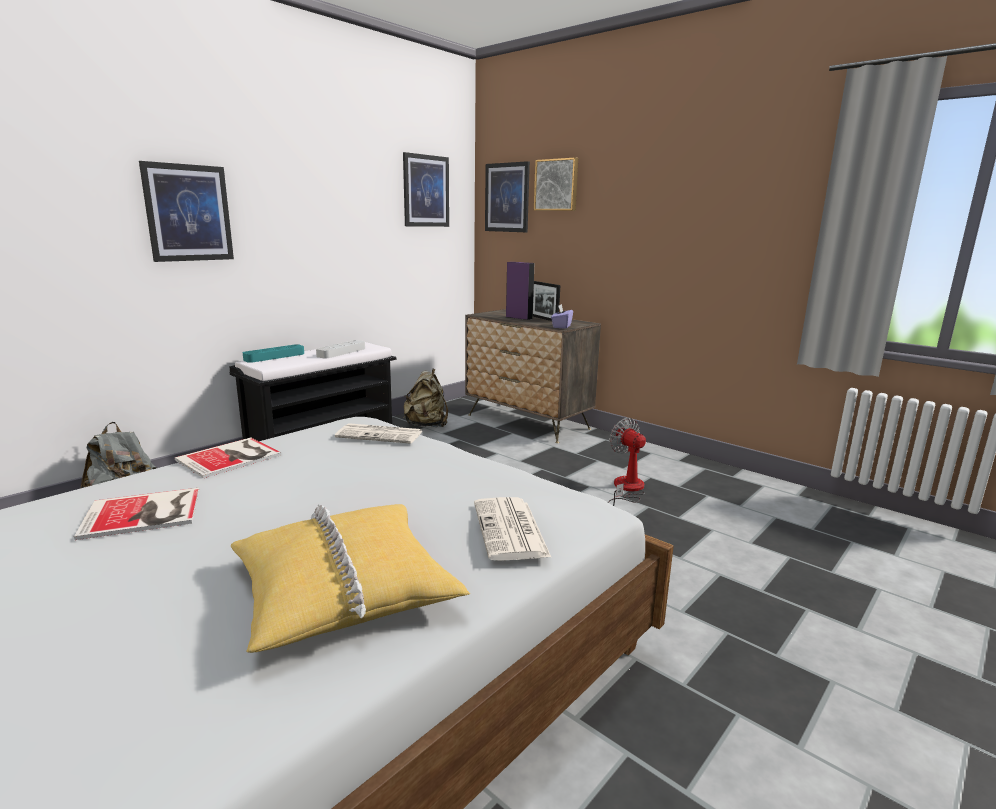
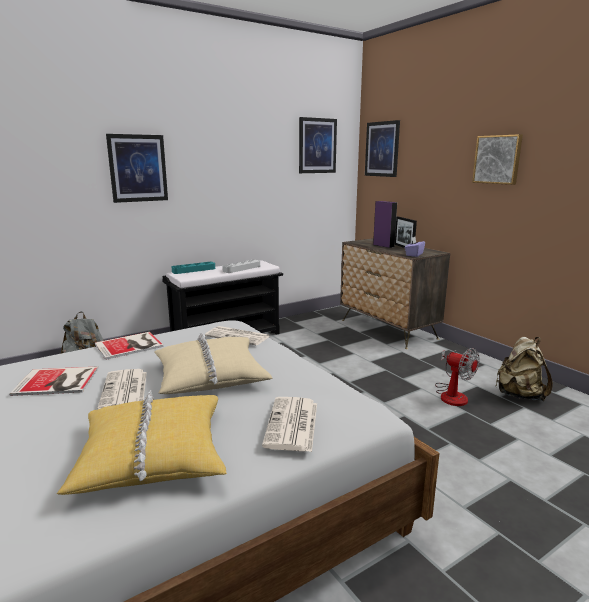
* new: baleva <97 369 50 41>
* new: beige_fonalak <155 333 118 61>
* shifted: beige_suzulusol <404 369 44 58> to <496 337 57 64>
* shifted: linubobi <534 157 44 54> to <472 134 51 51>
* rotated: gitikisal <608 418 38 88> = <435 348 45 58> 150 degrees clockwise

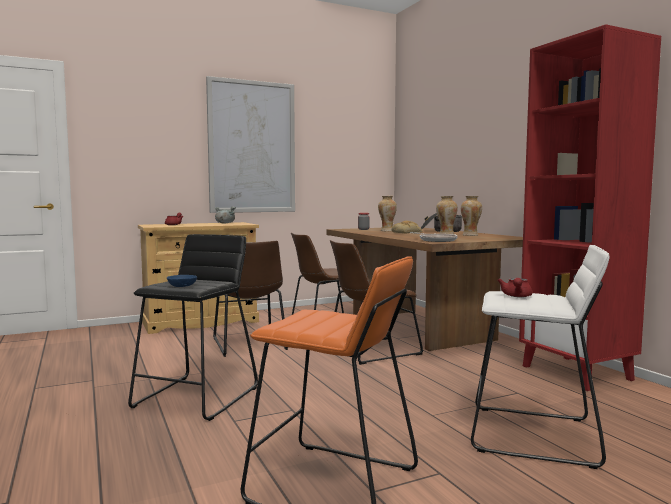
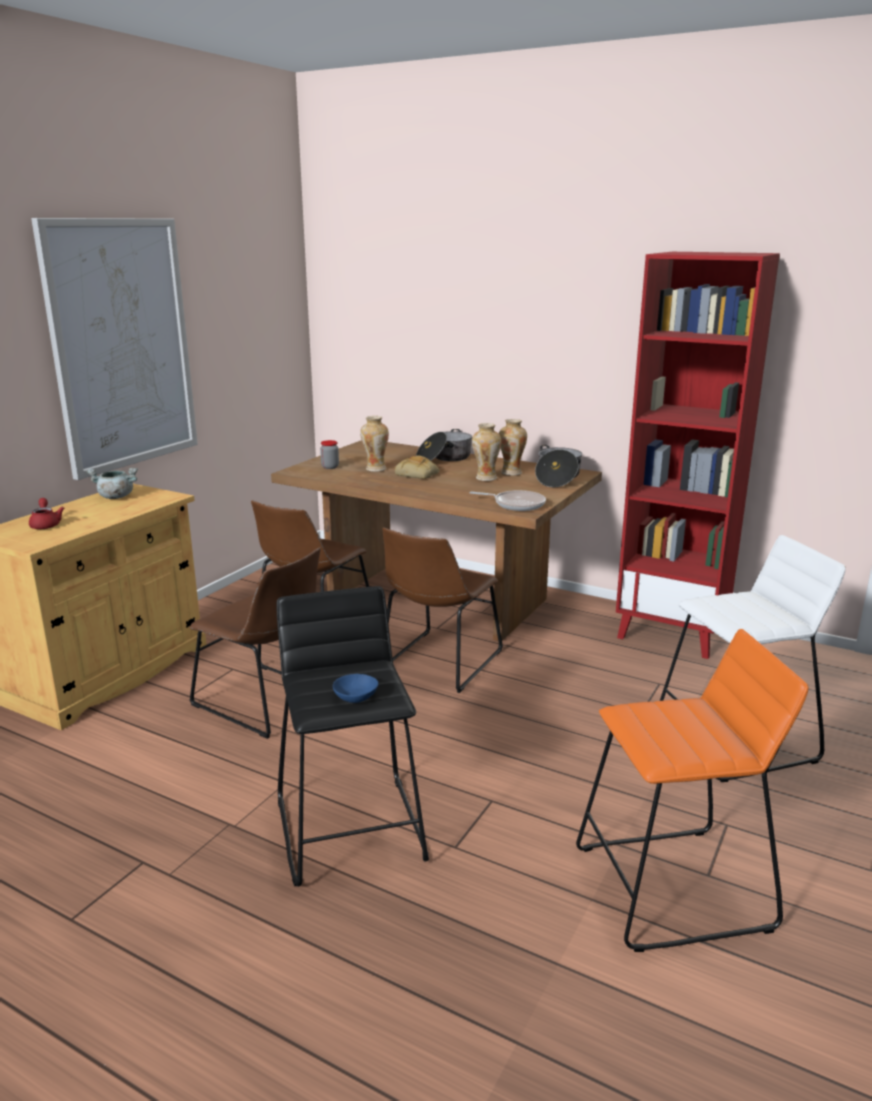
* gone: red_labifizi <497 278 35 19>
* new: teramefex <535 445 47 42>

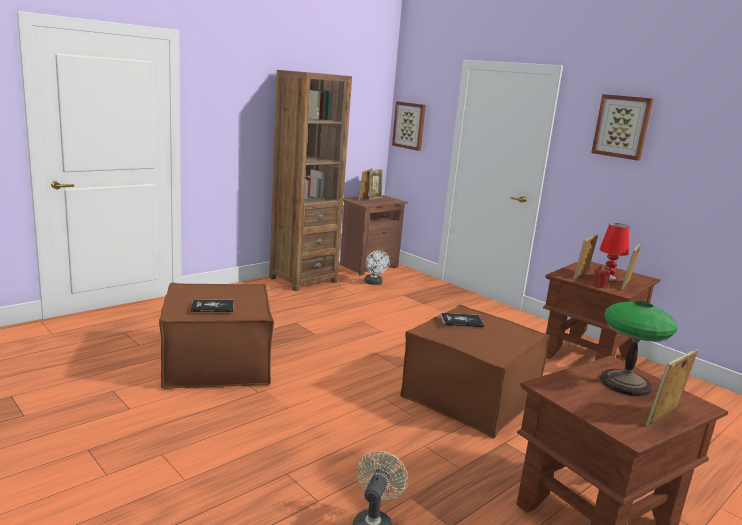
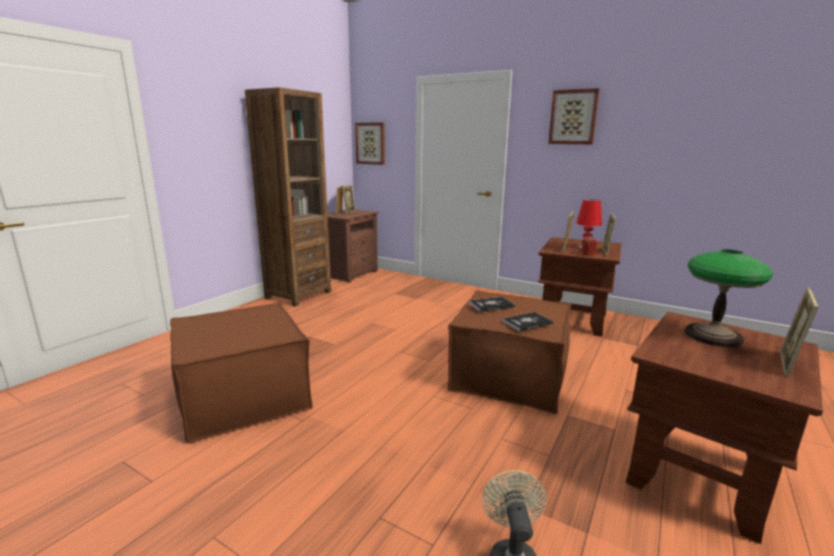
* gone: white_gitikisal <364 250 26 35>
* shifted: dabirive <191 299 43 13> to <502 312 51 19>

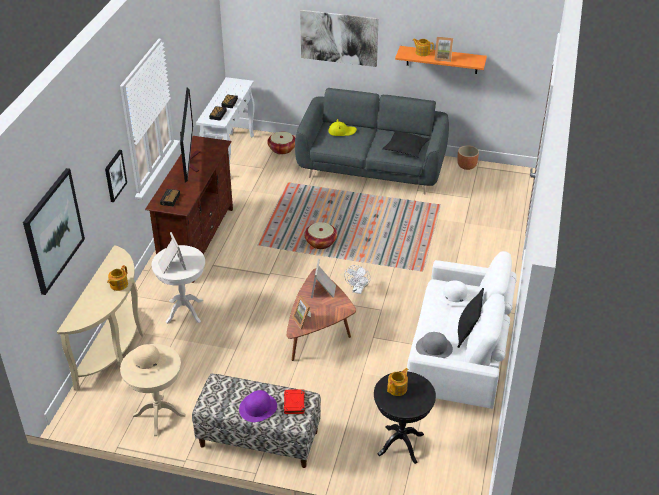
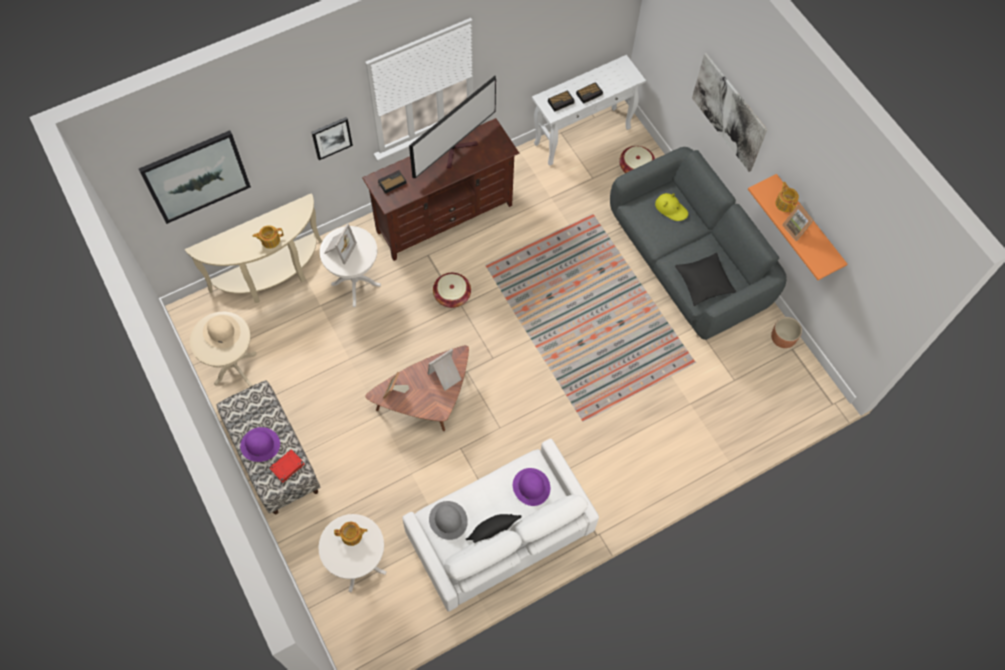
* gone: white_gitikisal <344 265 27 29>
* shifted: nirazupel <304 222 33 27> to <433 273 38 35>
* repainted: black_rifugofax <374 371 62 93> to white_rifugofax <319 514 67 79>
* repainted: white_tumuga <438 280 34 26> to purple_tumuga <513 468 37 38>

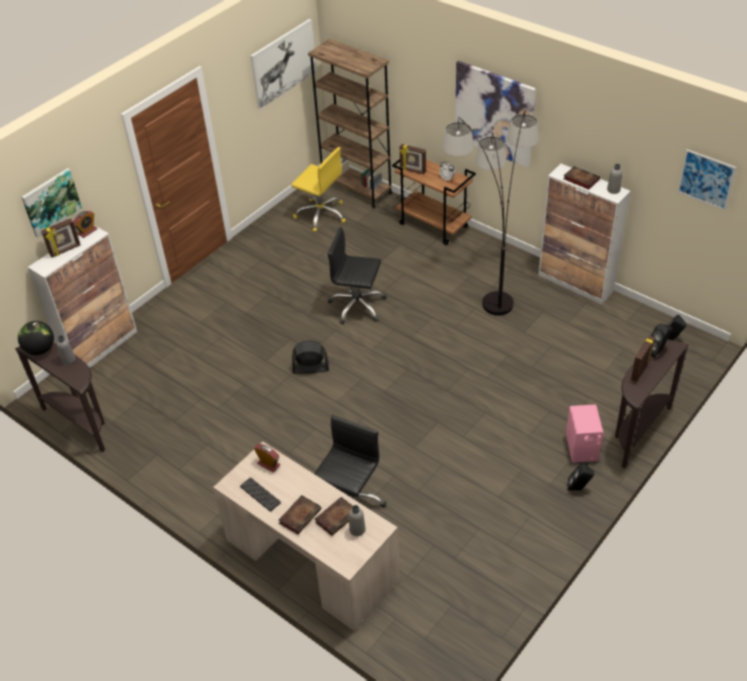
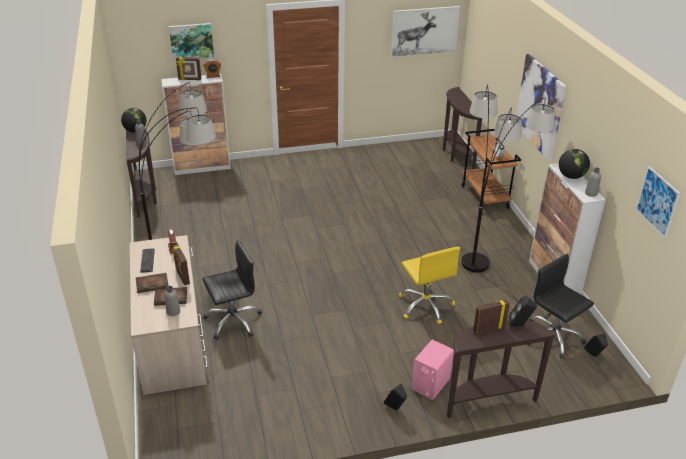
* gone: black_gitikisal <292 340 37 34>
* new: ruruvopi <139 82 77 158>
* shifted: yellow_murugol <291 147 55 85> to <399 247 61 77>
* shifted: black_murugol <327 227 59 97> to <528 254 66 105>
* shifted: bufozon <399 144 27 30> to <172 244 18 41>
* swapped: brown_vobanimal <308 39 84 169> to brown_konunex <443 87 39 82>
* swapped: dabirive <564 166 36 24> to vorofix <559 149 31 30>

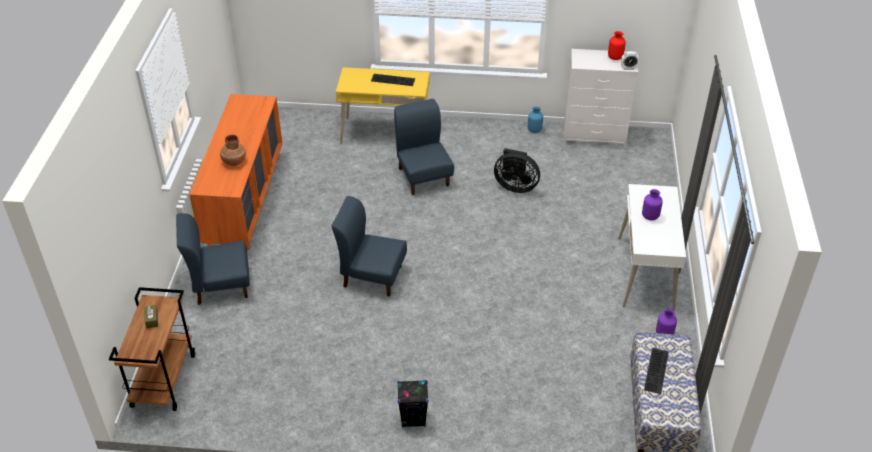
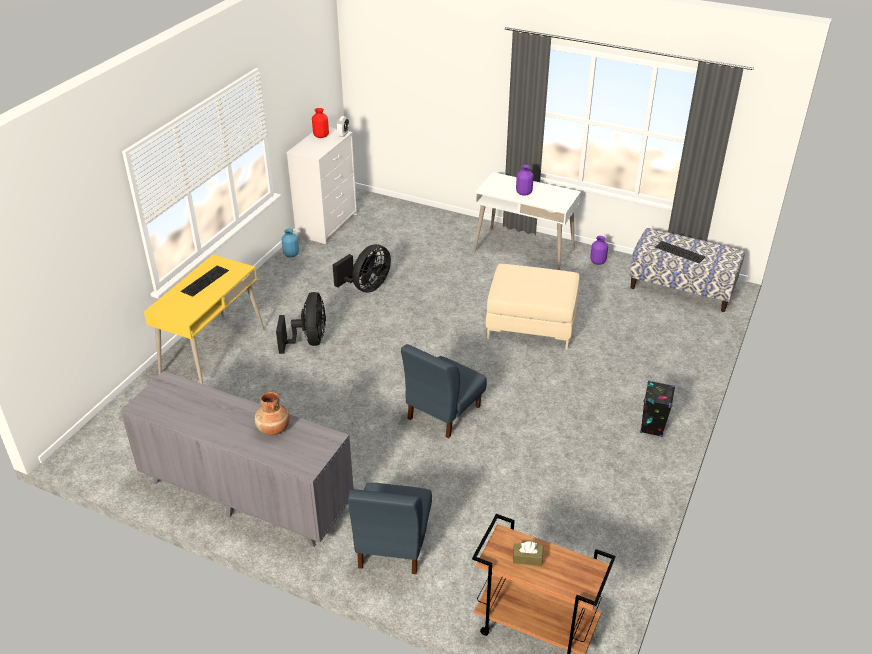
* new: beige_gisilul <486 264 94 86>
* swapped: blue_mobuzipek <394 99 60 96> to black_gitikisal <276 292 50 62>
* repainted: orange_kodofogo <189 94 94 156> to grey_kodofogo <120 371 233 176>

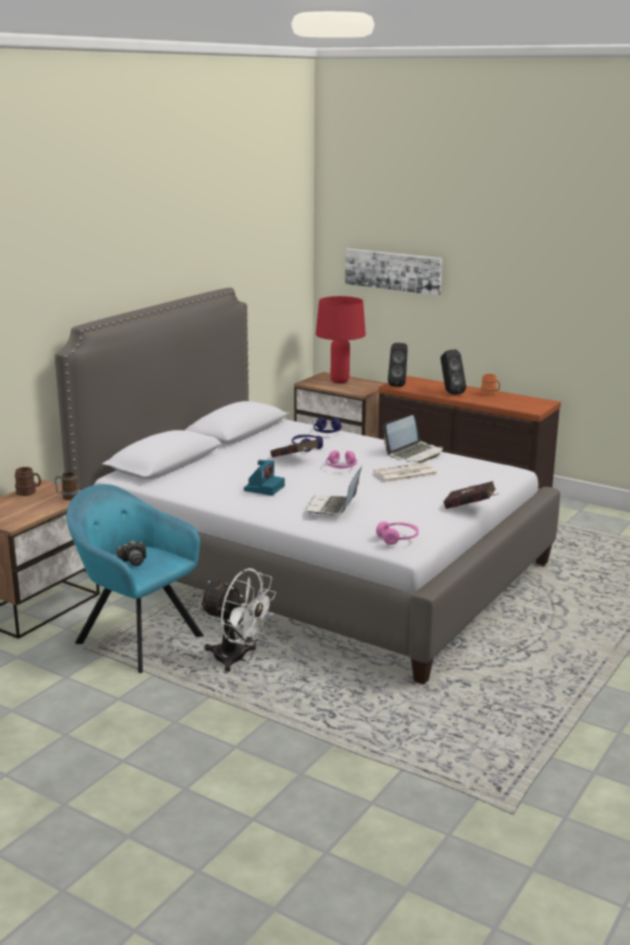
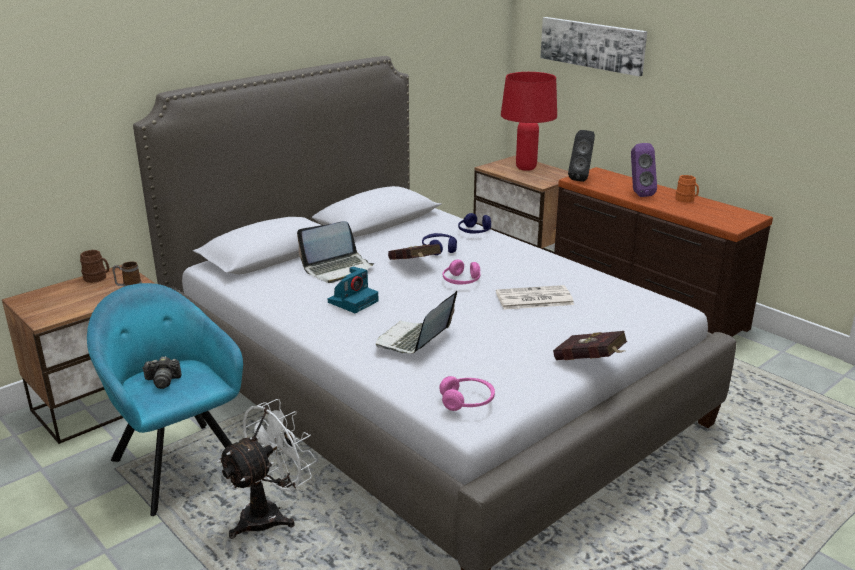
* shifted: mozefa <383 415 60 48> to <297 221 77 62>
* repainted: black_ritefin <441 350 25 45> to purple_ritefin <631 143 26 54>
* rotated: white_gitikisal <199 568 77 104> = <217 399 100 140> 90 degrees counterclockwise

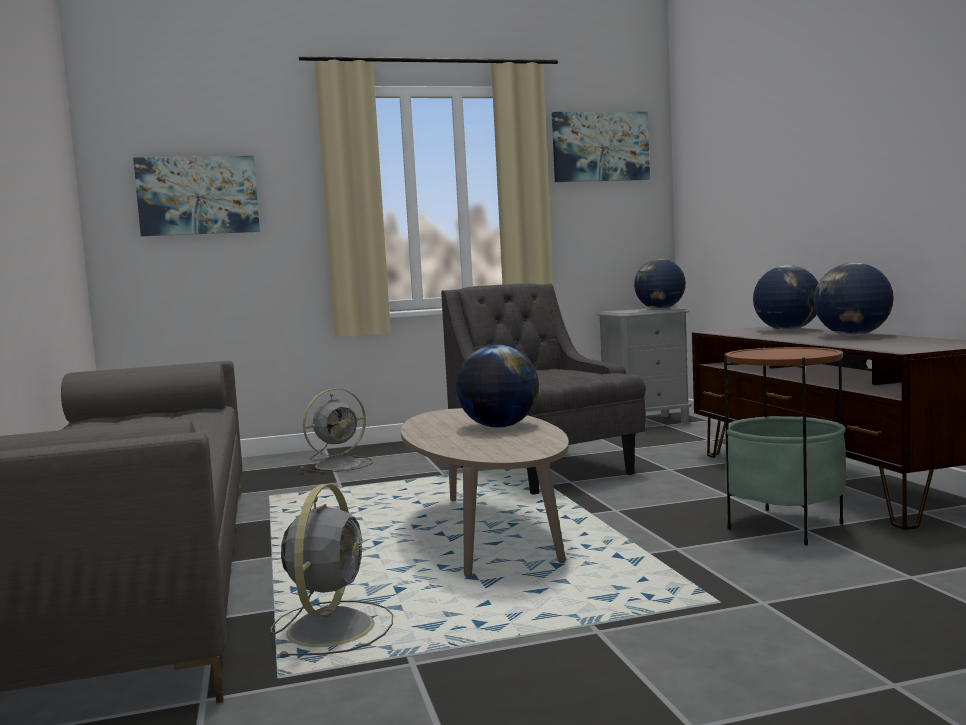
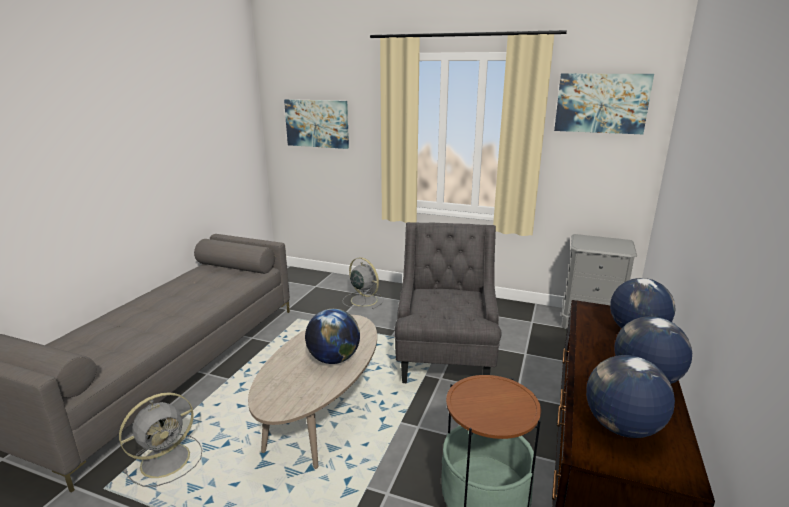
* shifted: vorofix <634 259 52 50> to <586 355 89 83>
* rotated: grey_gitikisal <300 389 73 83> = <343 257 41 52> 135 degrees counterclockwise

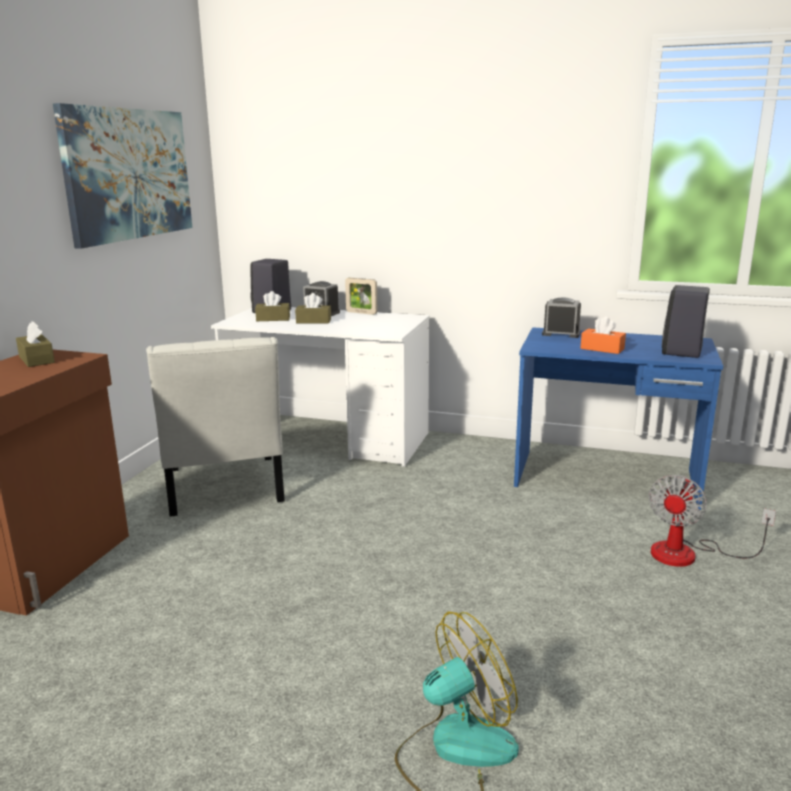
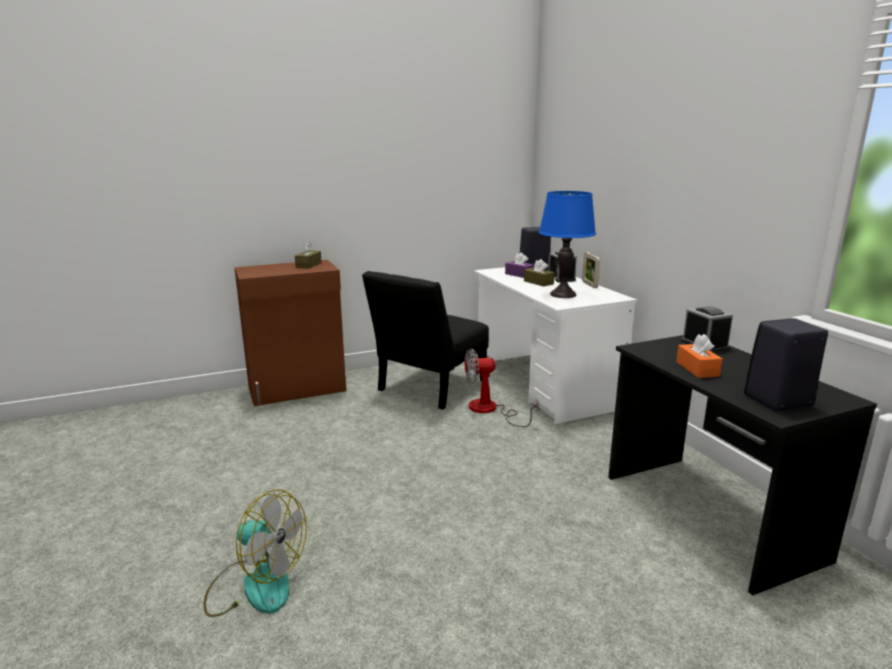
* gone: linubobi <53 103 139 146>
* new: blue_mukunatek <539 191 57 107>
* shifted: gitikisal <648 475 128 92> to <465 349 74 78>
* repainted: white_mobuzipek <146 337 139 180> to black_mobuzipek <362 271 127 139>
* repainted: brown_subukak <255 291 35 30> to purple_subukak <505 253 29 25>
* repainted: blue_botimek <514 327 209 183> to black_botimek <608 335 269 260>

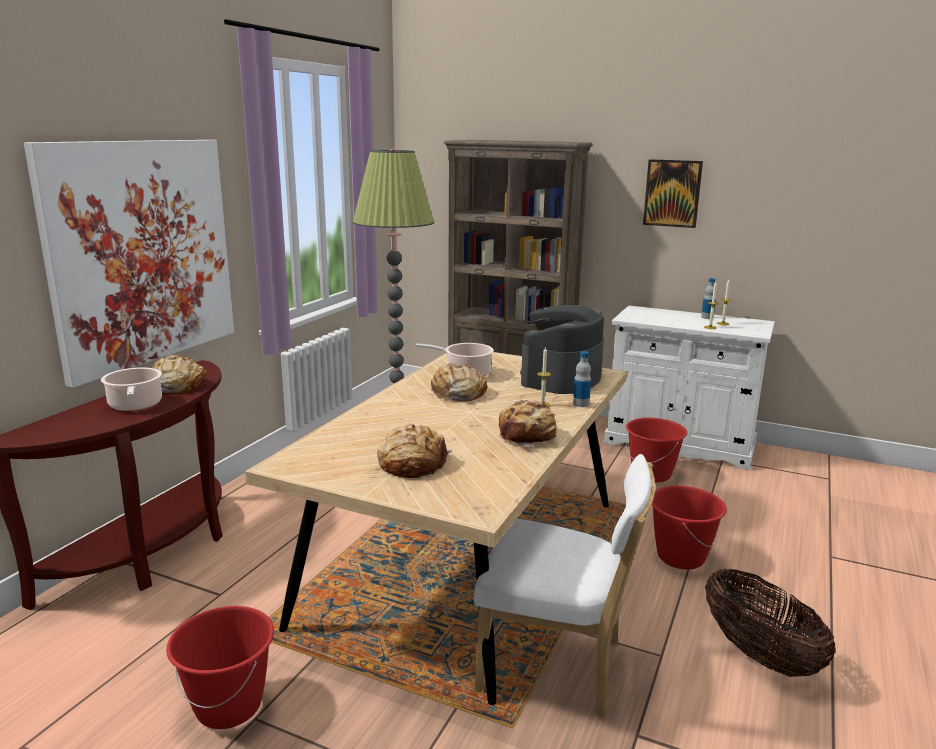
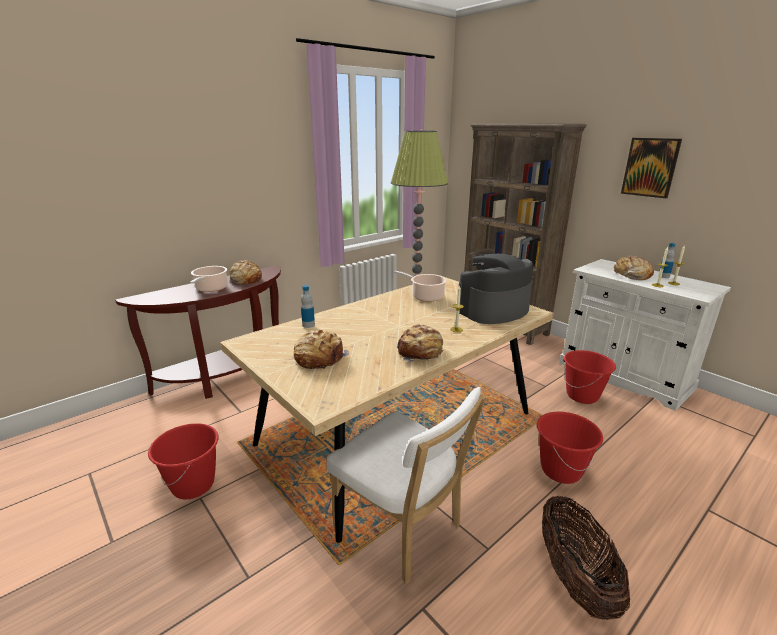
* gone: linubobi <24 140 210 248>
* shifted: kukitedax <431 363 56 39> to <614 255 40 25>
* shifted: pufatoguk <573 351 18 56> to <301 285 14 43>

